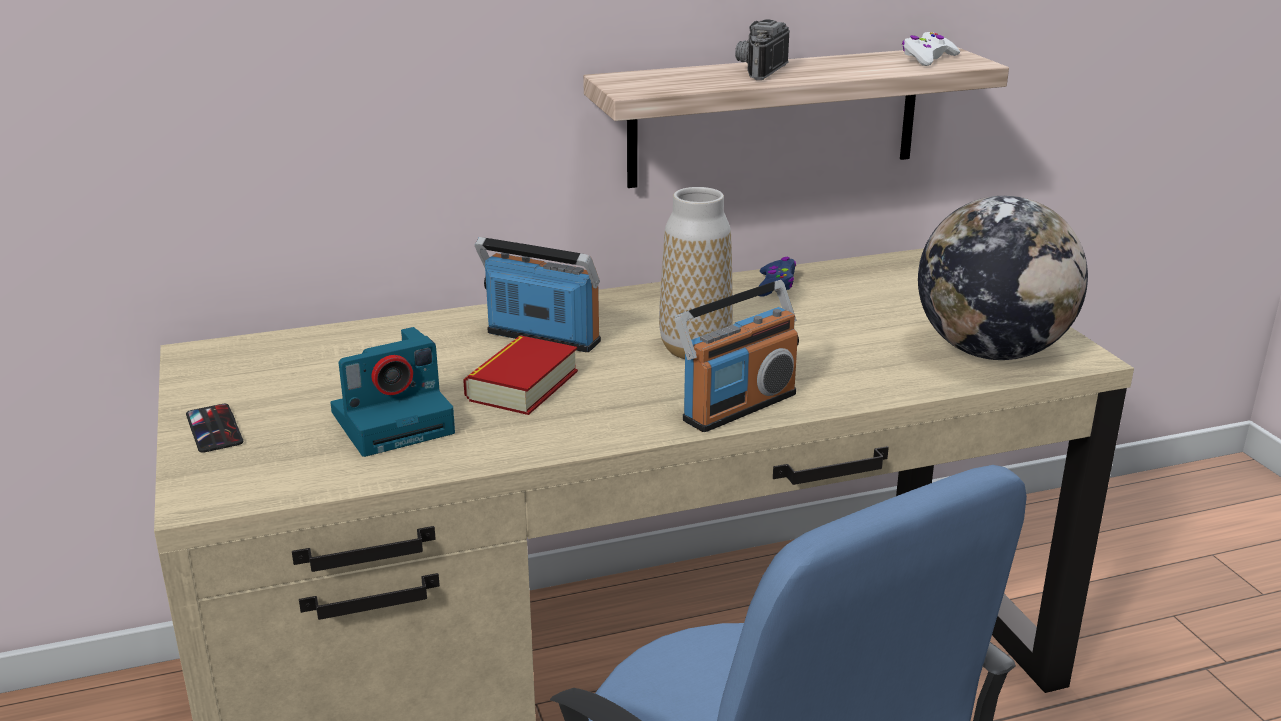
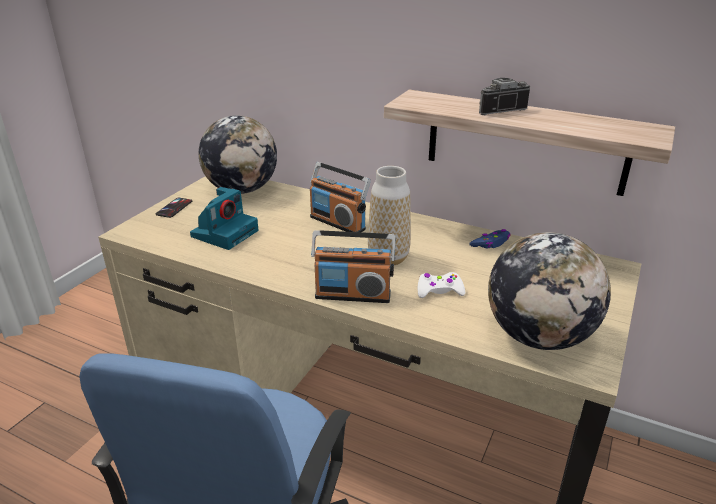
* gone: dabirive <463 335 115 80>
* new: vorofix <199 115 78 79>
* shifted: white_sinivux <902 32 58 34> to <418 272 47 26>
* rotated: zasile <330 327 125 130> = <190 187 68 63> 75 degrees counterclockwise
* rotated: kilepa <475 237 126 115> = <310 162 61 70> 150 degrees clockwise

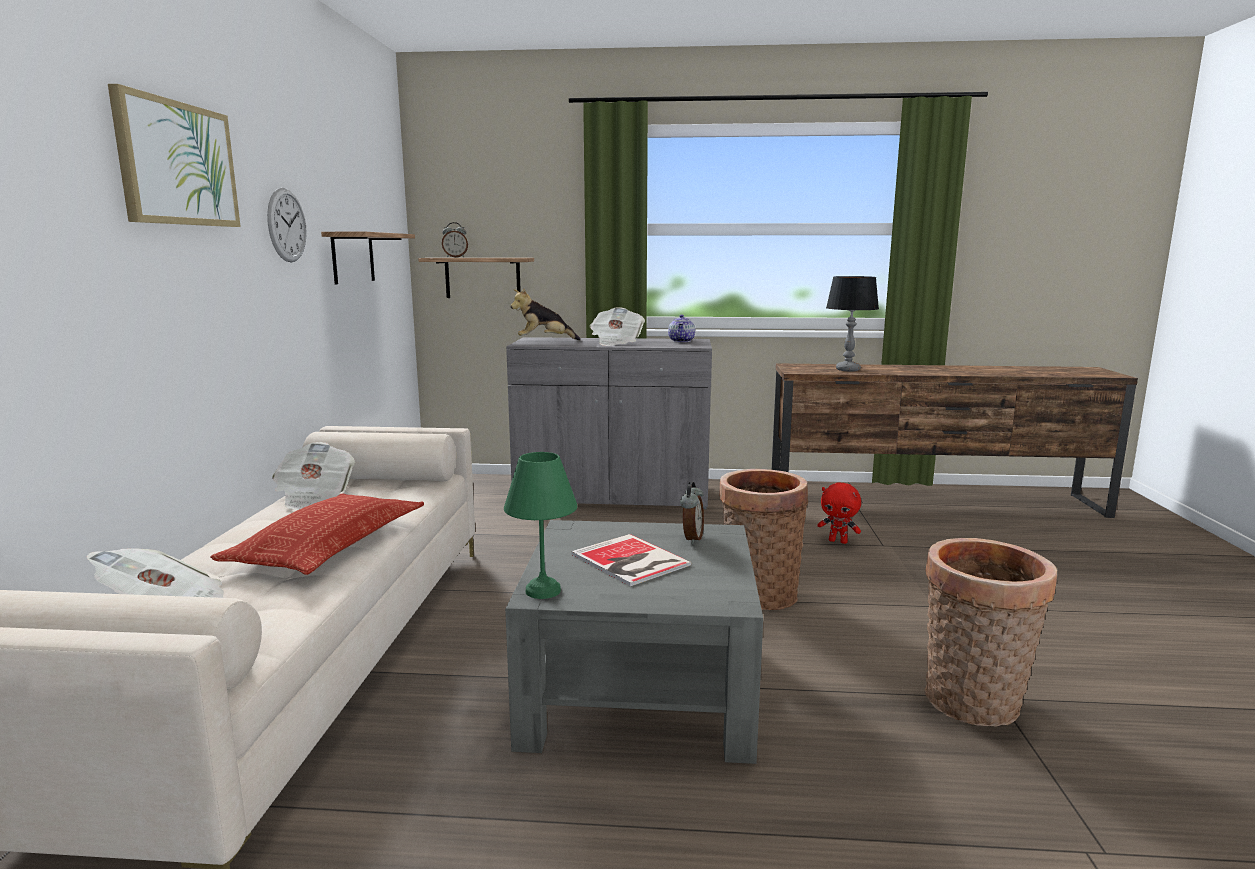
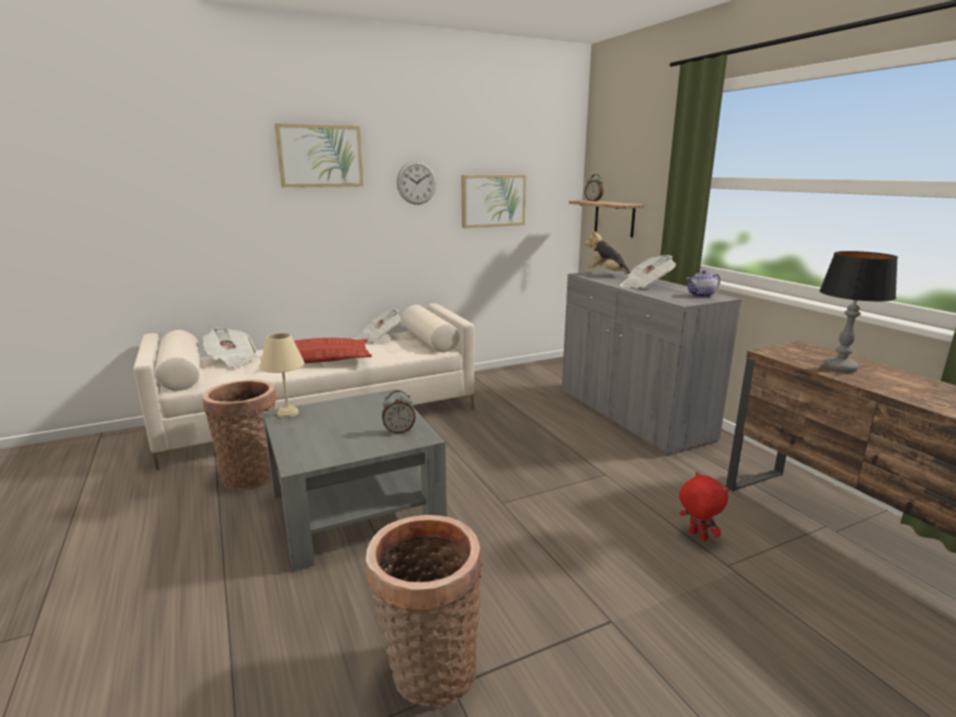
* gone: dabirive <572 534 119 52>
* shifted: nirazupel <719 469 89 141> to <203 379 74 111>
* swapped: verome <321 232 94 52> to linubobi <462 175 64 53>
* repainted: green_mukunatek <504 452 73 147> to beige_mukunatek <260 333 44 85>
* rotated: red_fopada <817 483 44 61> = <679 472 50 69> 150 degrees clockwise

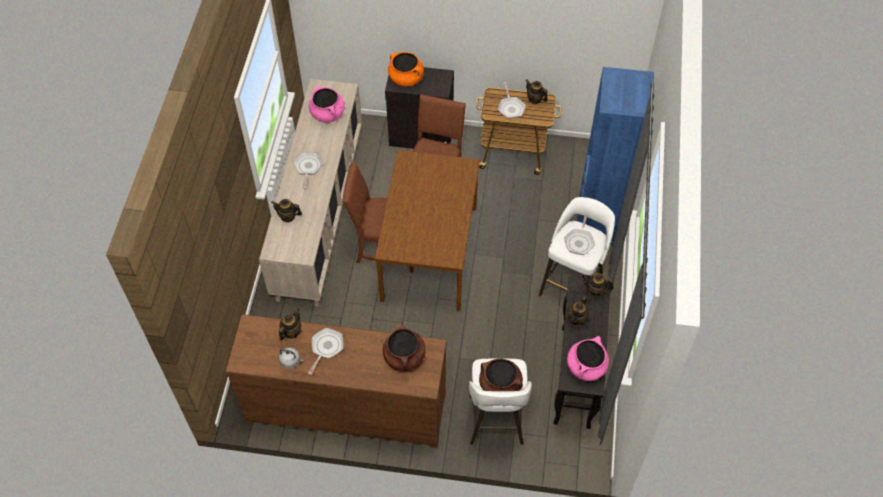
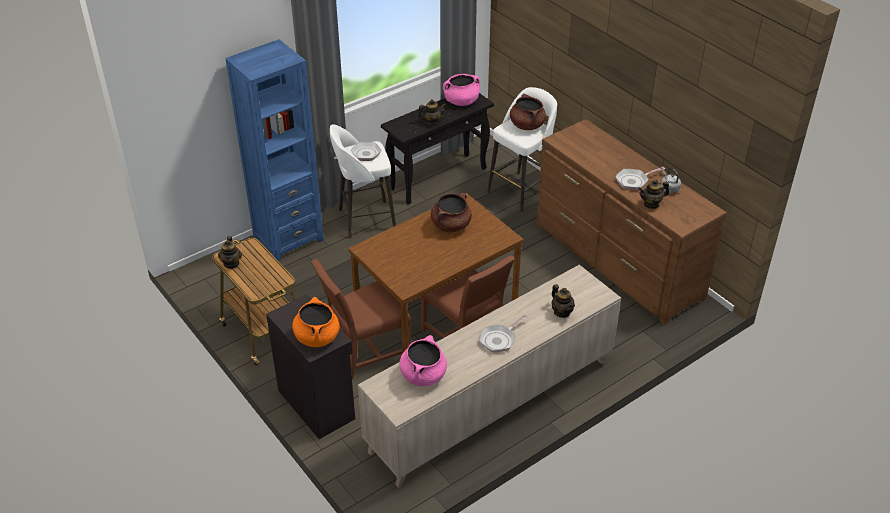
* gone: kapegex <498 82 28 37>
* gone: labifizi <582 273 32 24>
* shifted: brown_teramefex <383 324 43 47> to <431 193 41 39>

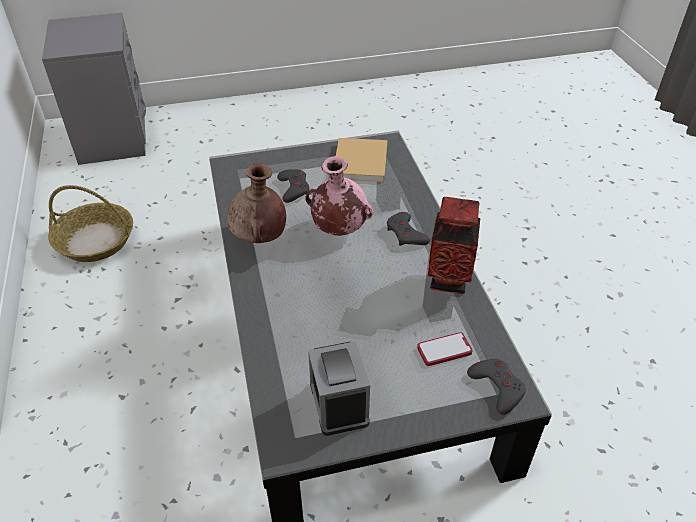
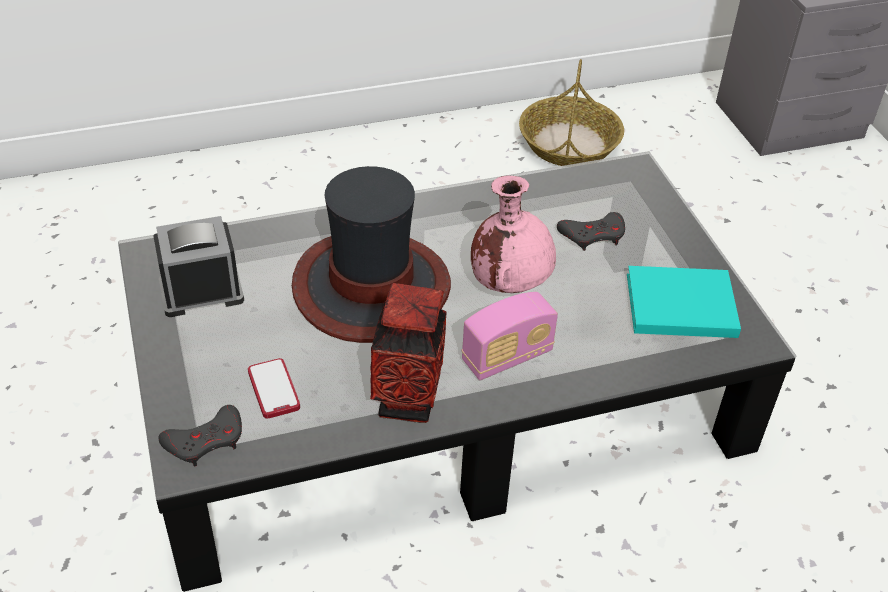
* gone: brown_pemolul <227 163 59 80>
* new: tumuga <292 166 159 177>
* swapped: grey_sinivux <387 212 43 34> to kilepa <462 292 96 88>
* repainted: beige_dabirive <336 138 51 44> to turquoise_dabirive <627 266 114 72>

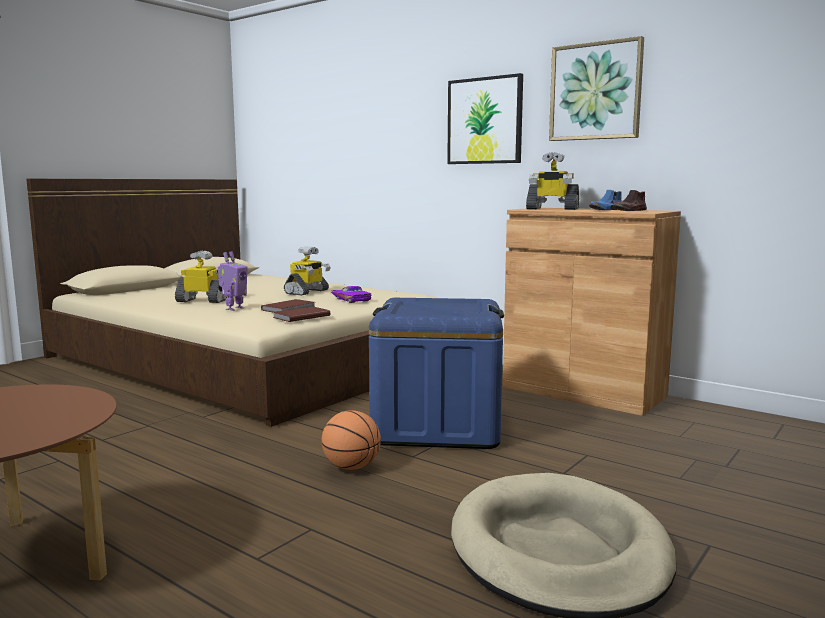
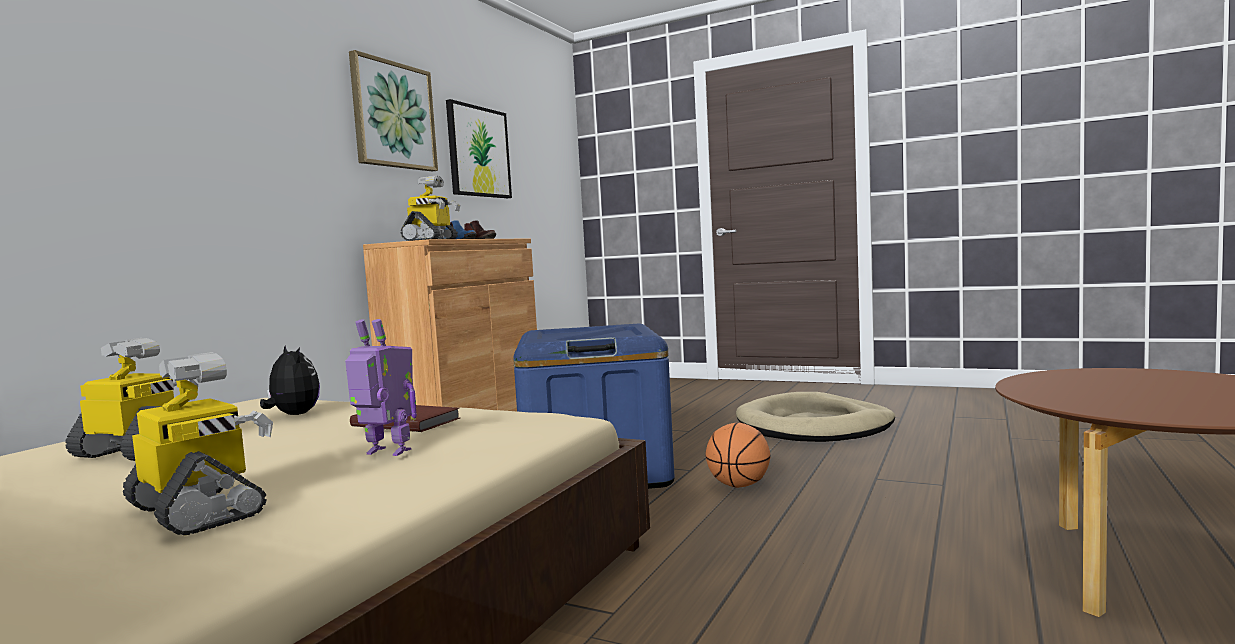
* gone: brown_dabirive <273 306 57 16>
* shifted: linubobi <447 73 76 91> to <446 99 66 99>
* swapped: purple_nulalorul <331 286 41 17> to fopada <260 346 60 69>
* rotated: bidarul <175 251 52 52> = <123 352 150 183> 135 degrees clockwise

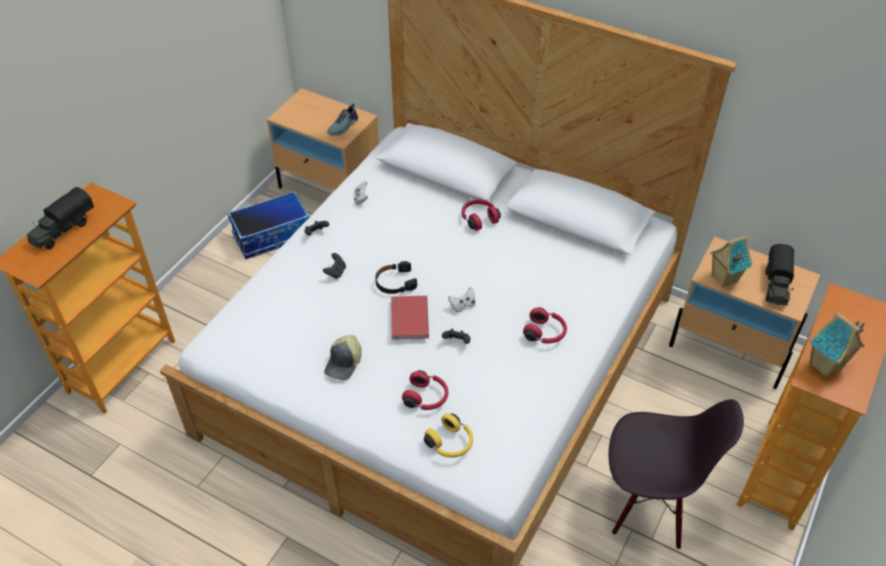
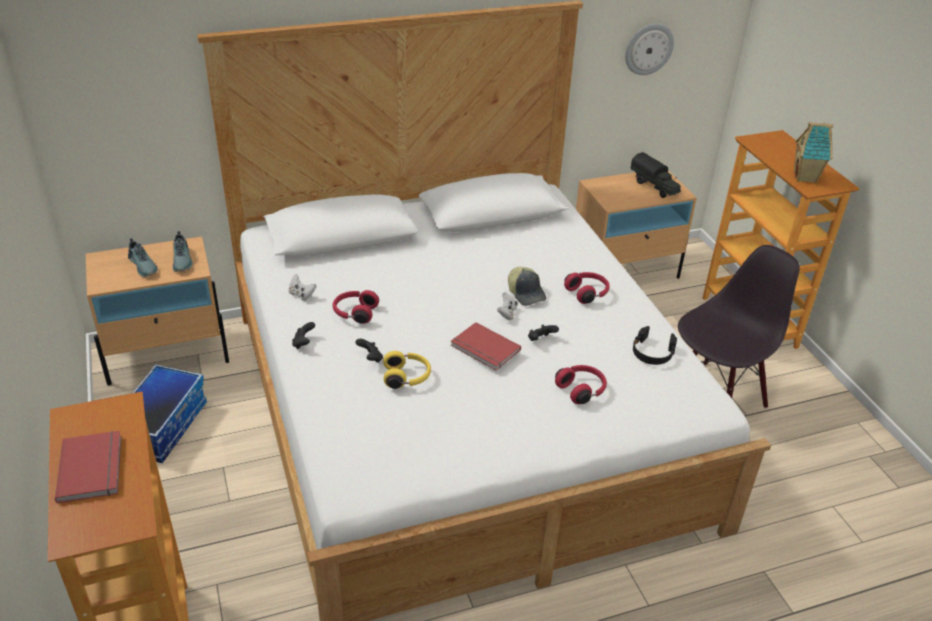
* gone: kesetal <710 235 43 53>
* new: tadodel <128 238 30 39>
* new: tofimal <625 23 49 52>
* shifted: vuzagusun <324 335 38 45> to <508 267 38 39>
* shifted: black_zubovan <375 261 42 33> to <633 326 44 39>
* shifted: yellow_zubovan <424 413 49 45> to <383 351 48 38>
* shifted: red_zubovan <461 199 40 32> to <333 290 46 34>
* swapped: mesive <27 187 67 63> to red_dabirive <55 431 66 72>

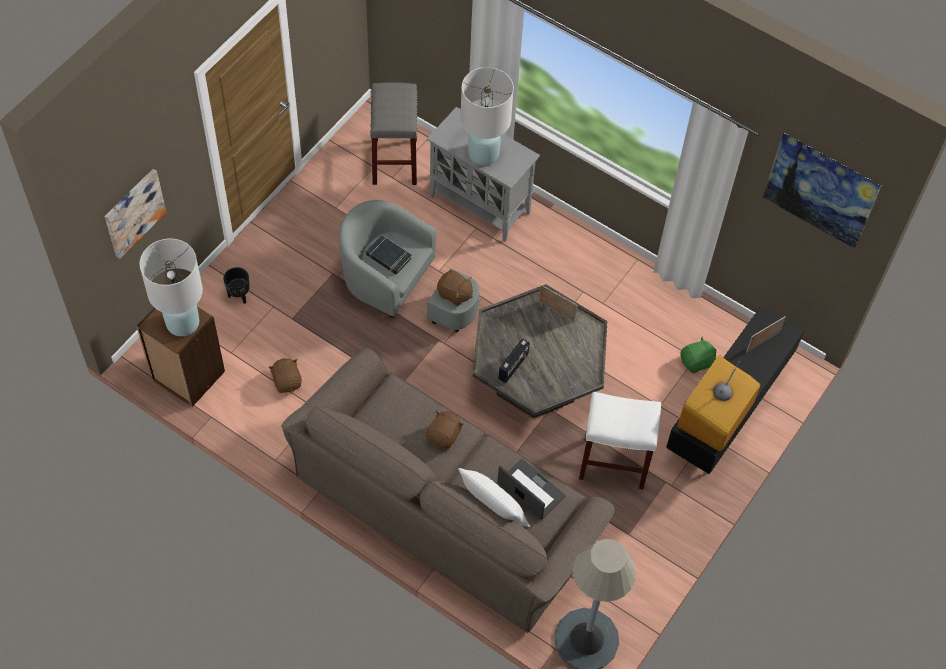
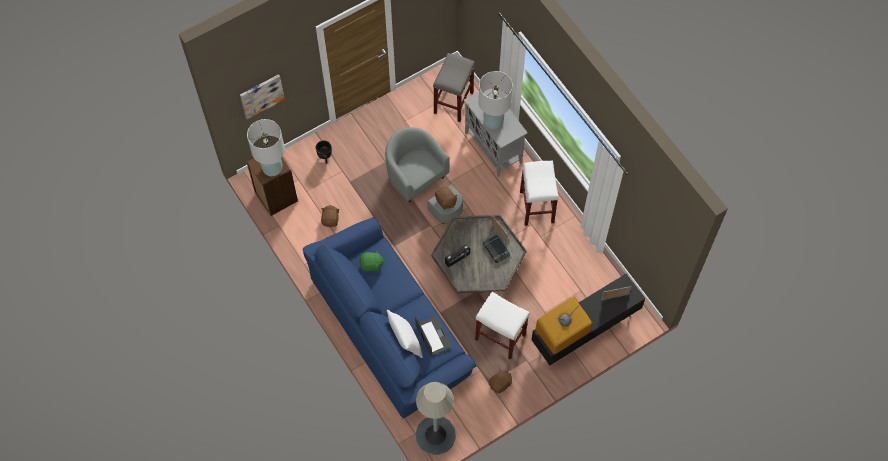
* gone: linubobi <763 133 118 120>
* new: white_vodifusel <520 160 39 66>
* shifted: black_dabirive <366 235 46 40> to <483 234 27 29>
* shifted: brown_fopada <426 410 38 39> to <488 368 24 25>
* shifted: green_fopada <680 337 36 36> to <359 250 26 22>
* repainted: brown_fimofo <281 347 336 286> to blue_fimofo <303 217 174 201>

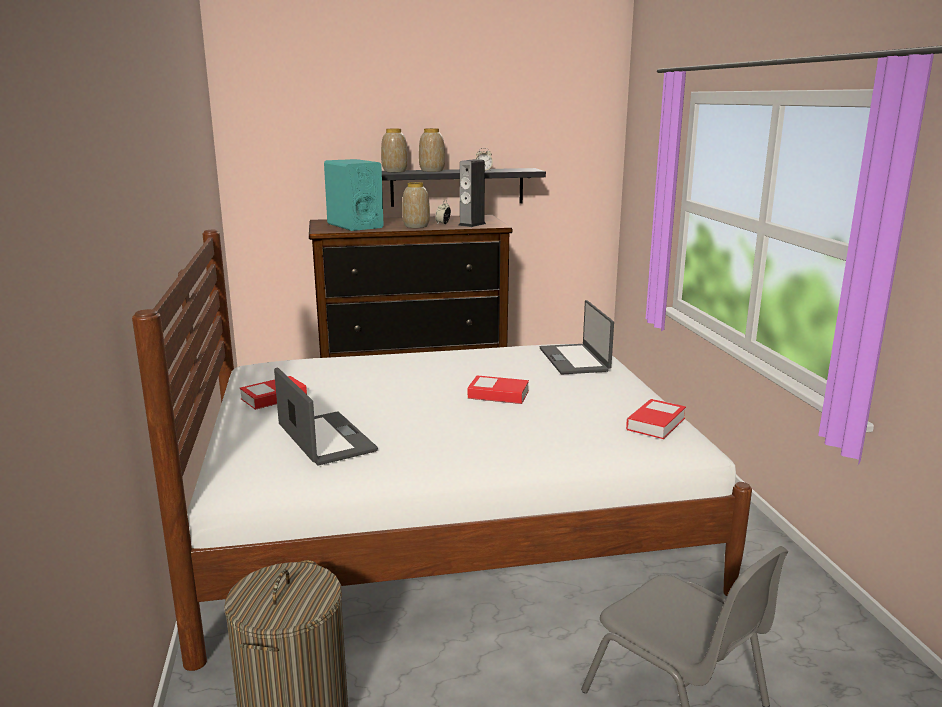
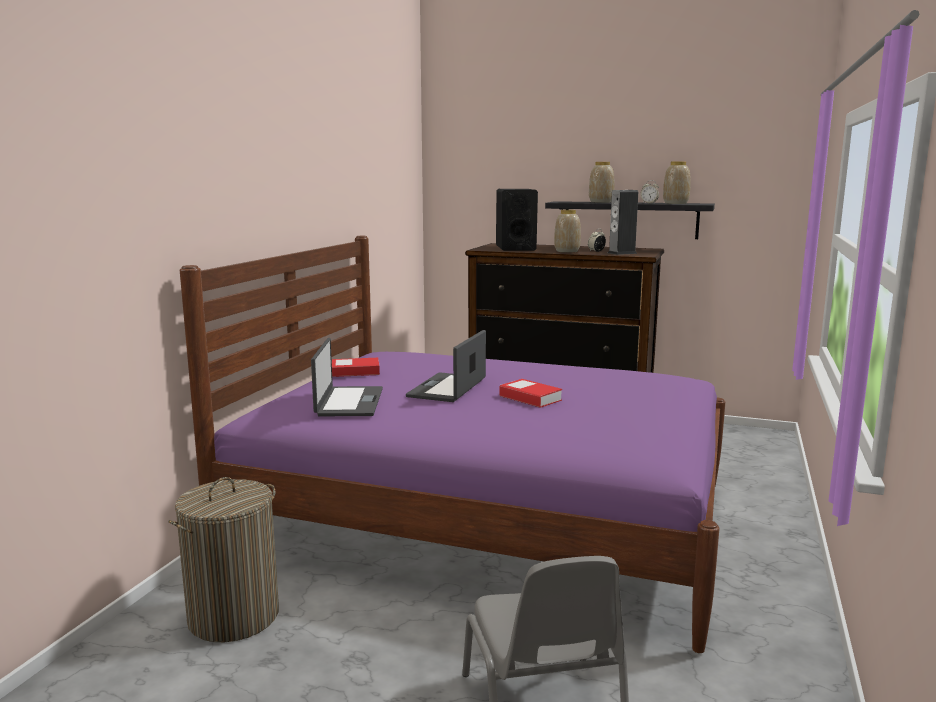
* gone: dabirive <626 399 60 40>
* shifted: pemolul <381 129 27 43> to <663 161 28 43>
* shifted: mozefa <540 300 74 74> to <406 330 80 72>
* repainted: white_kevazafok <132 230 620 441> to purple_kevazafok <180 236 545 417>
* repainted: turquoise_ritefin <324 159 59 72> to black_ritefin <496 189 42 62>

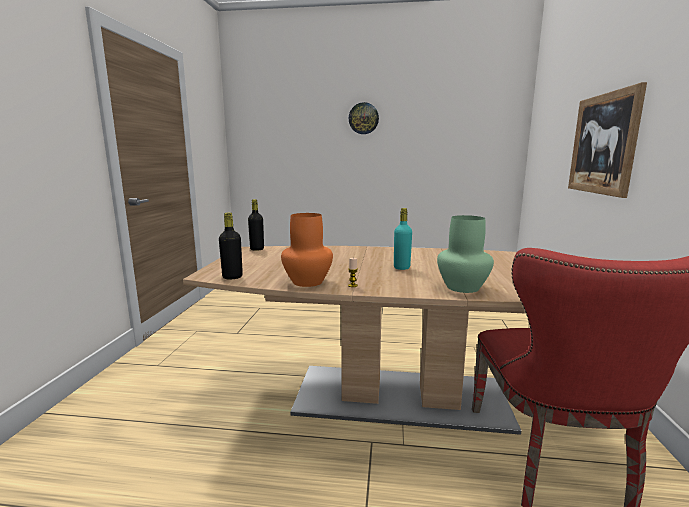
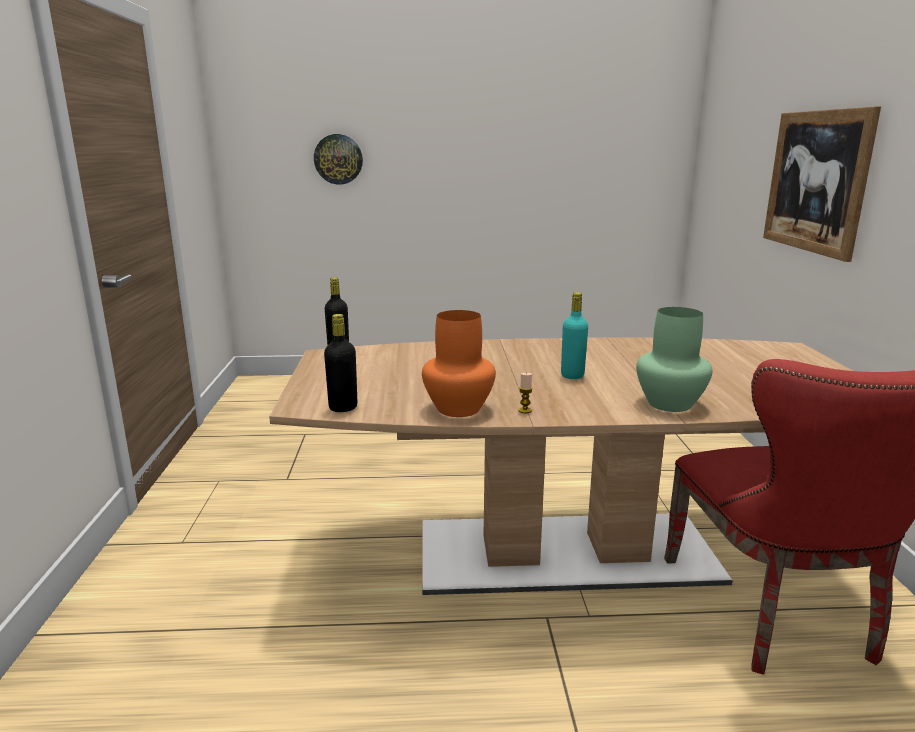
* shifted: tofimal <349 102 30 32> to <314 134 49 51>

